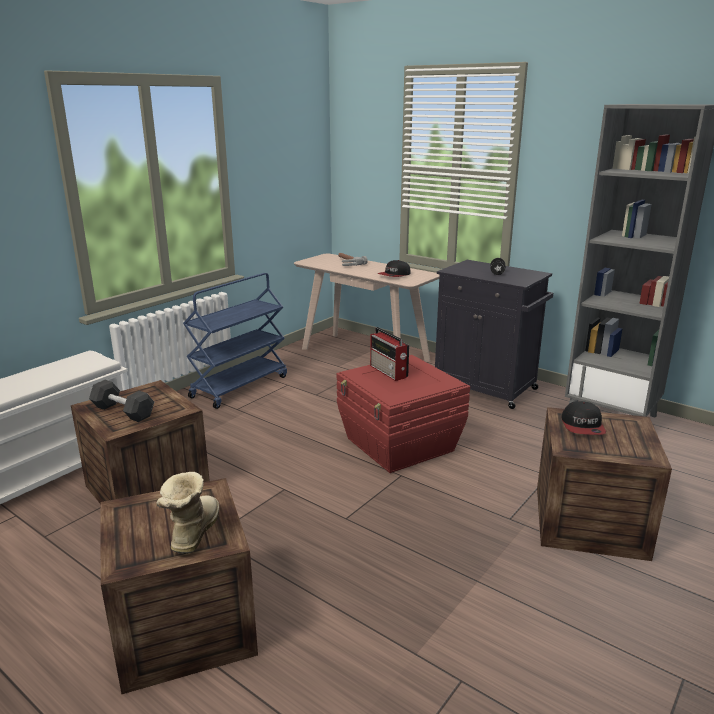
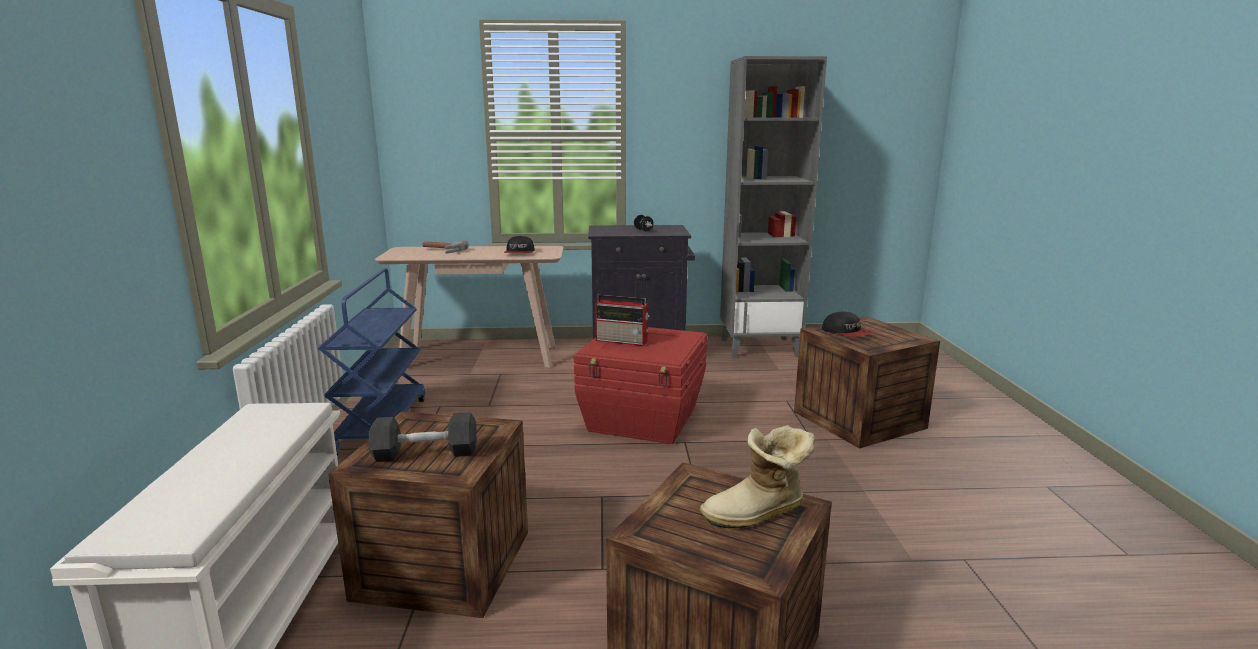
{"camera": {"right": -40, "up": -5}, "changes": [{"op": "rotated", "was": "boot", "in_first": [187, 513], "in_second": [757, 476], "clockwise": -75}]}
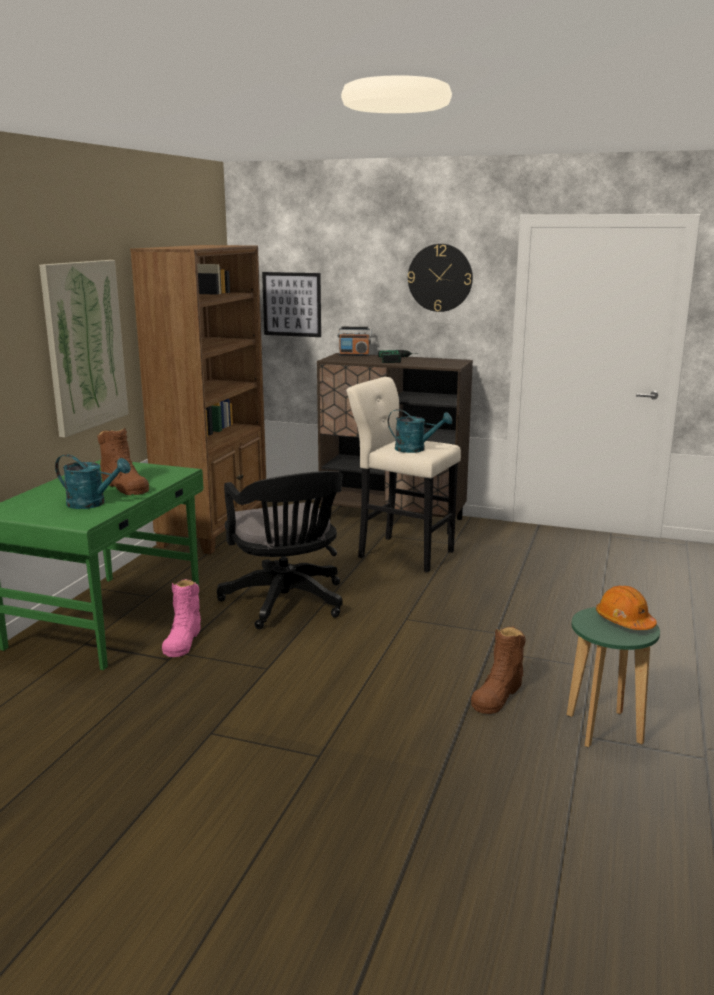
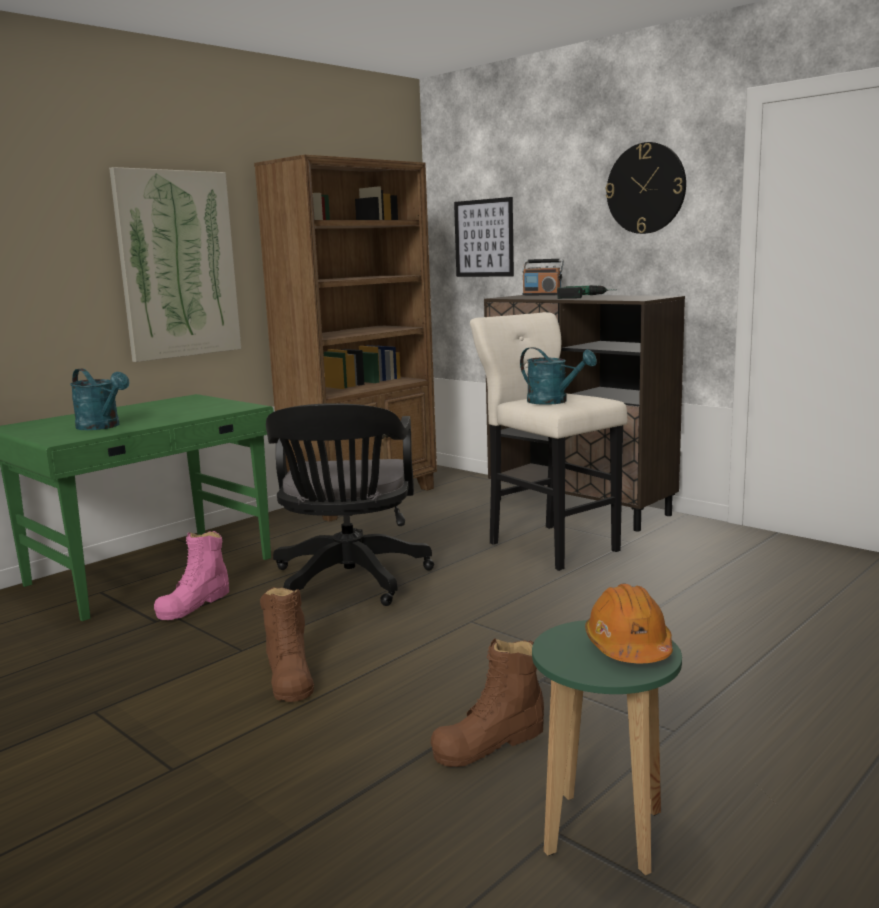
{"camera": {"right": 25, "up": -5}, "changes": [{"op": "shifted", "was": "brown boot", "in_first": [123, 461], "in_second": [287, 644]}]}
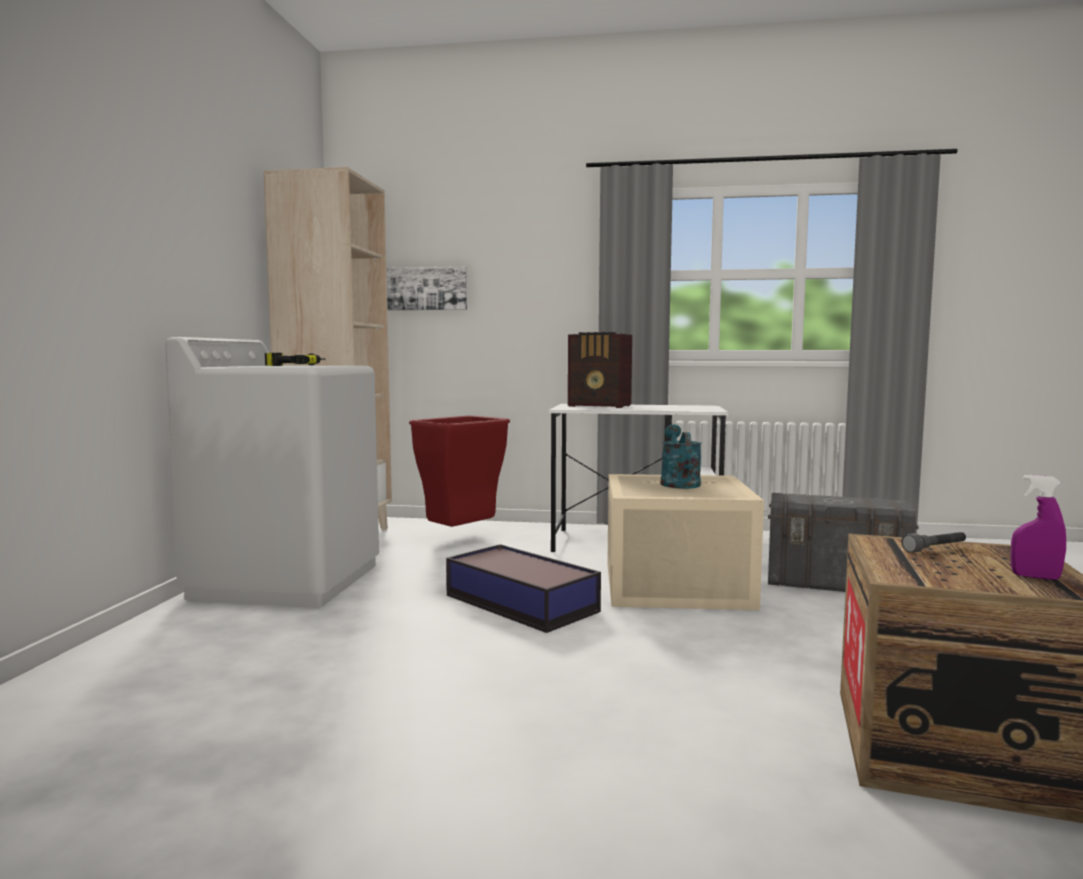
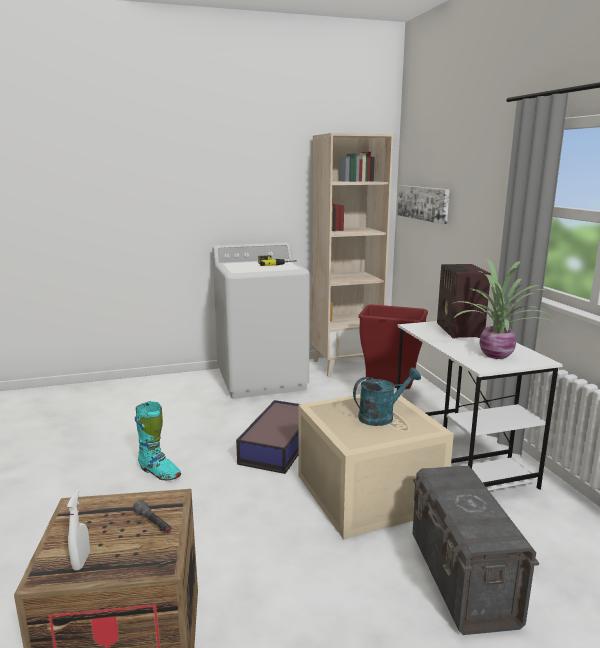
{"camera": {"right": 65, "up": 10}, "changes": [{"op": "repainted", "was": "purple spray bottle", "now": "white spray bottle", "in_first": [1038, 527], "in_second": [78, 530]}, {"op": "new", "now": "potted plant", "in_second": [506, 309]}, {"op": "new", "now": "turquoise boot", "in_second": [158, 440]}]}
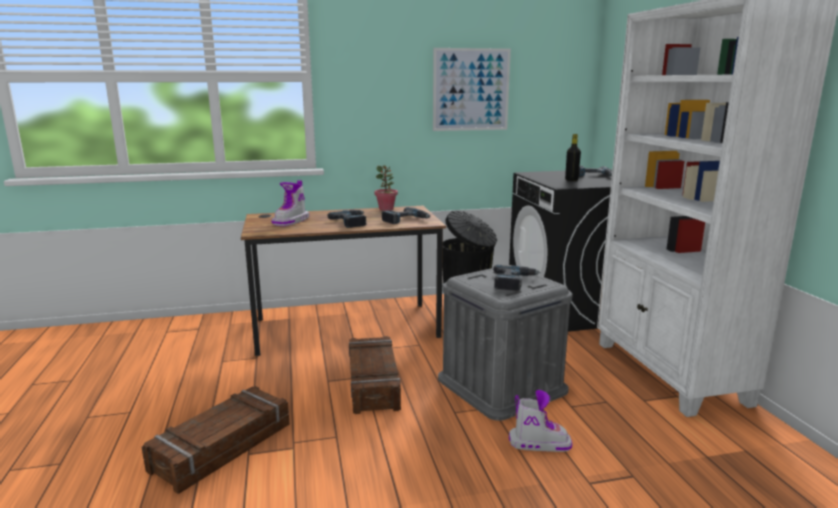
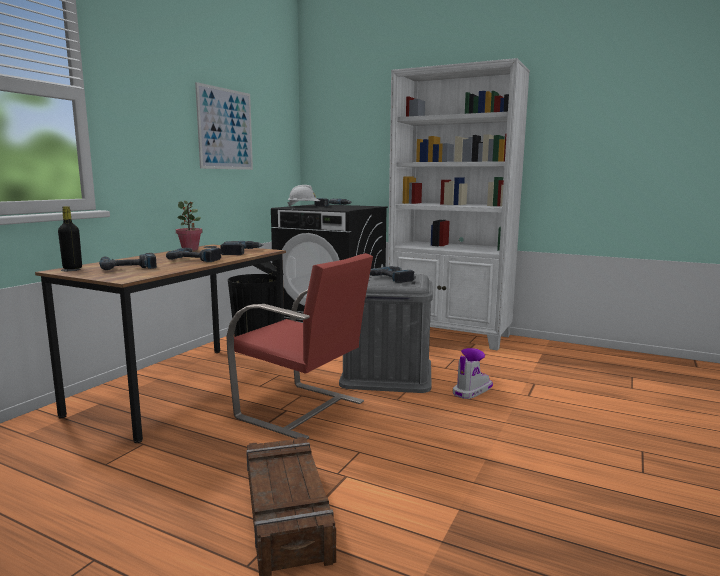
{"camera": {"right": -50, "up": -5}, "changes": [{"op": "shifted", "was": "black bottle", "in_first": [573, 157], "in_second": [70, 237]}, {"op": "swapped", "was": "boot", "now": "power drill", "in_first": [290, 203], "in_second": [128, 261]}, {"op": "swapped", "was": "crate", "now": "red chair", "in_first": [375, 375], "in_second": [299, 346]}, {"op": "new", "now": "white hard hat", "in_second": [303, 196]}]}
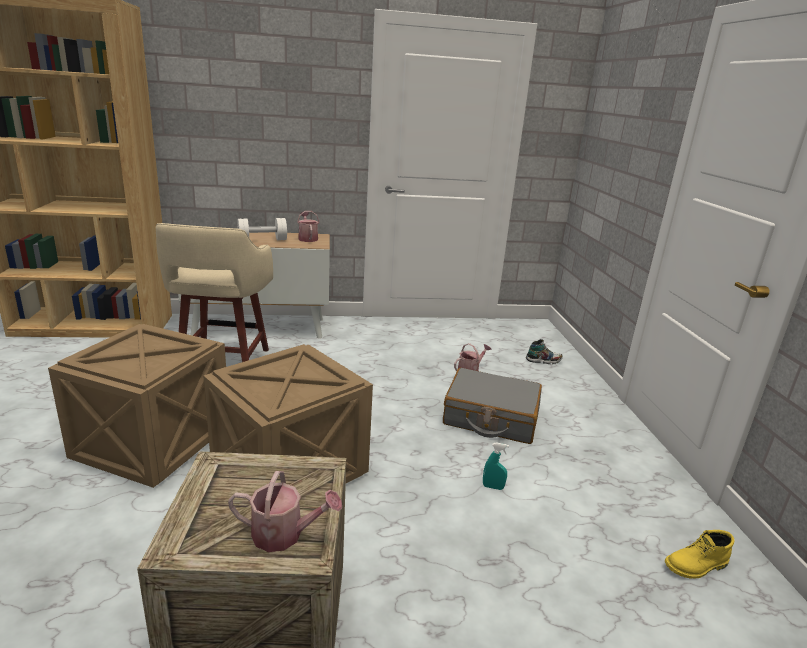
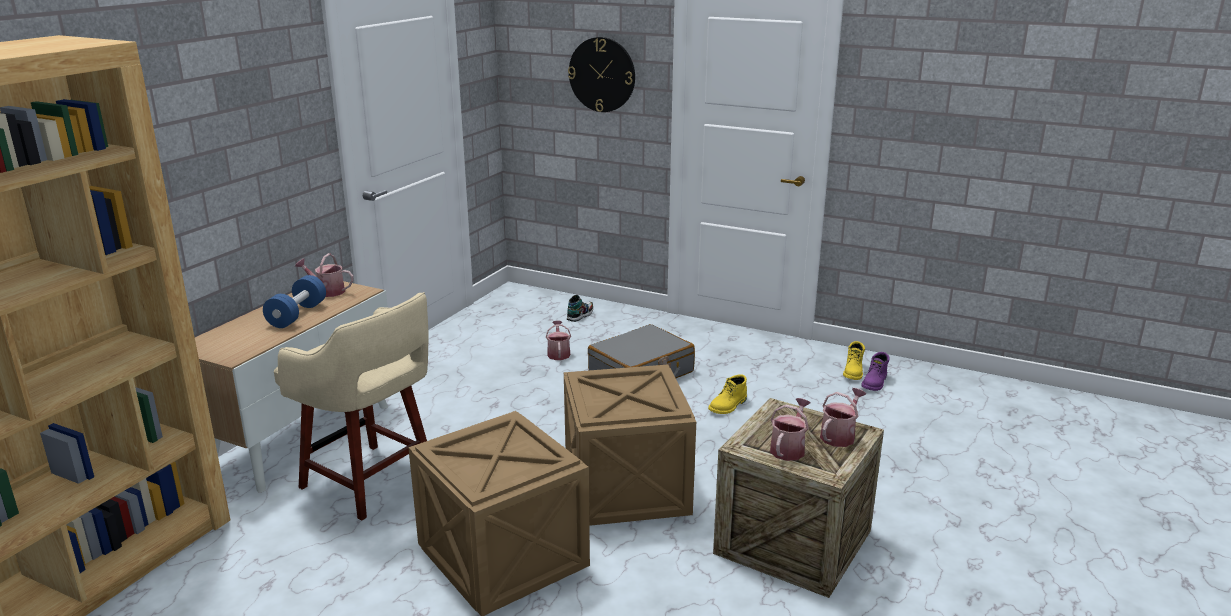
{"camera": {"right": -55, "up": 0}, "changes": [{"op": "repainted", "was": "white dumbbell", "now": "blue dumbbell", "in_first": [262, 229], "in_second": [294, 301]}, {"op": "swapped", "was": "turquoise spray bottle", "now": "yellow boot", "in_first": [496, 466], "in_second": [727, 394]}, {"op": "new", "now": "wall clock", "in_second": [601, 74]}, {"op": "new", "now": "purple boot", "in_second": [875, 371]}, {"op": "new", "now": "watering can", "in_second": [790, 429]}]}
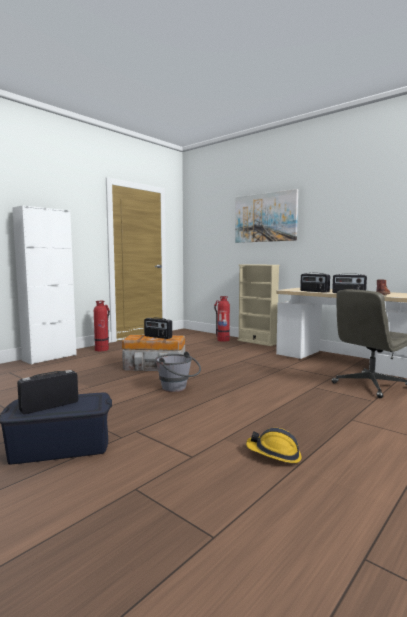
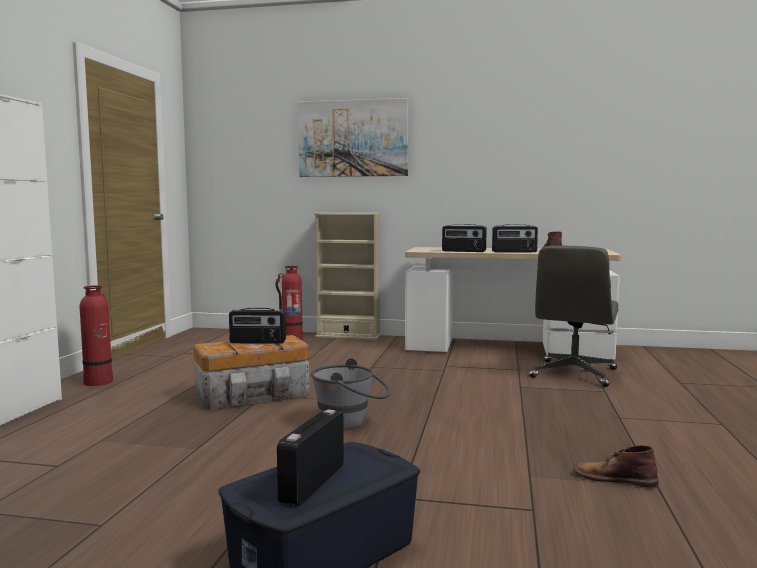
{"camera": {"right": -30, "up": 0}, "changes": [{"op": "swapped", "was": "hard hat", "now": "brown boot", "in_first": [273, 445], "in_second": [616, 466]}]}
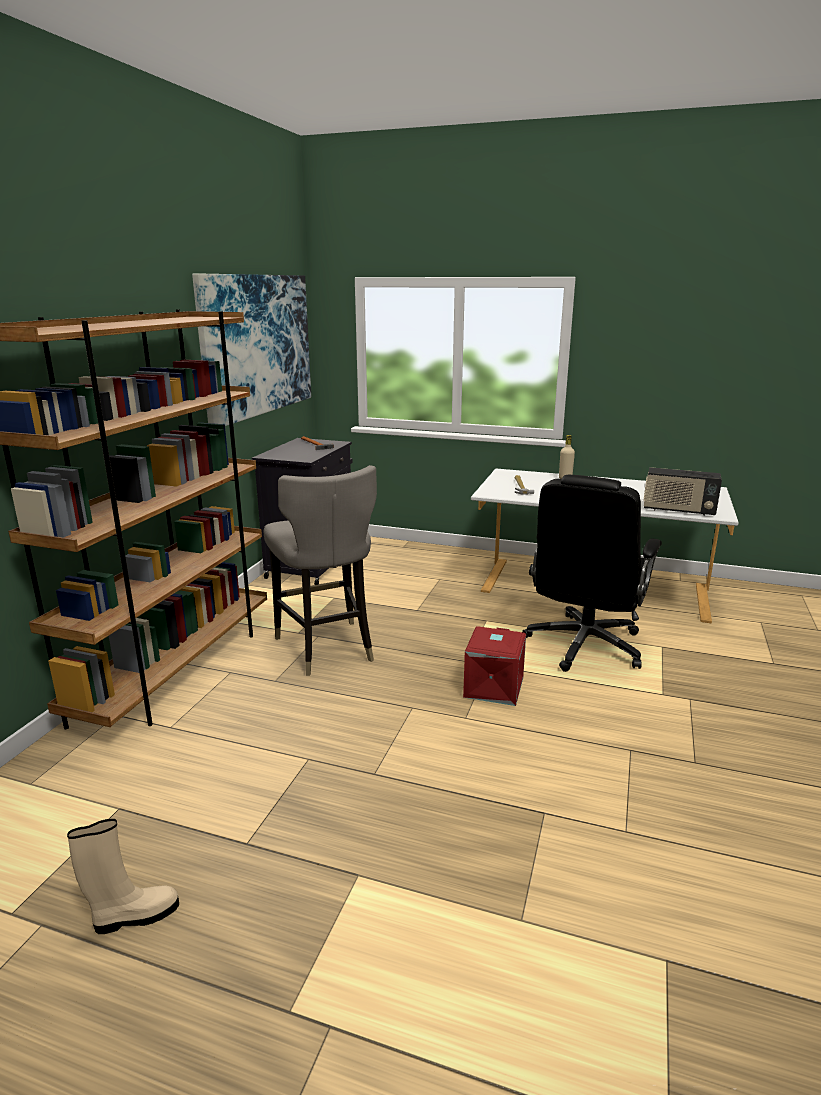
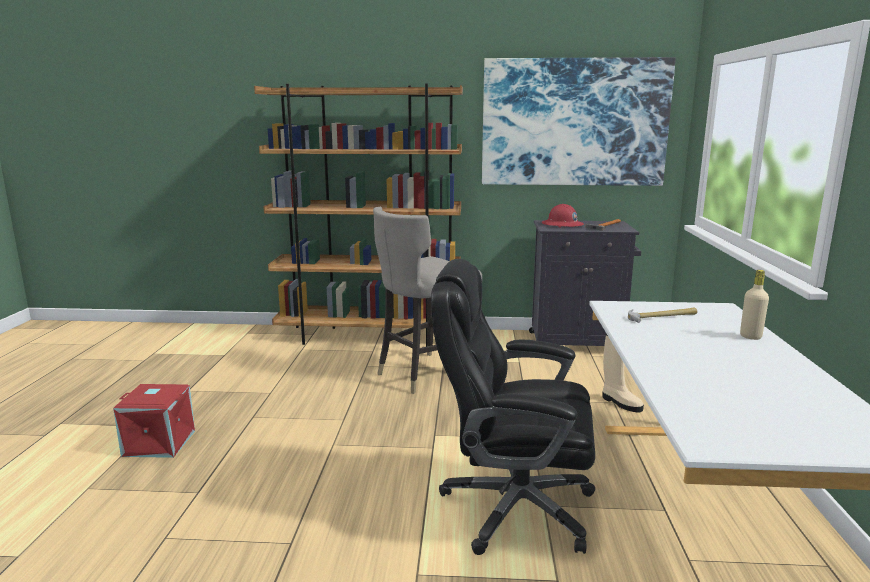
{"camera": {"right": 75, "up": -5}, "changes": [{"op": "gone", "was": "radio", "in_first": [682, 491]}, {"op": "shifted", "was": "red storage box", "in_first": [494, 666], "in_second": [154, 421]}, {"op": "shifted", "was": "beige boot", "in_first": [123, 876], "in_second": [623, 373]}, {"op": "new", "now": "red hard hat", "in_second": [562, 216]}]}
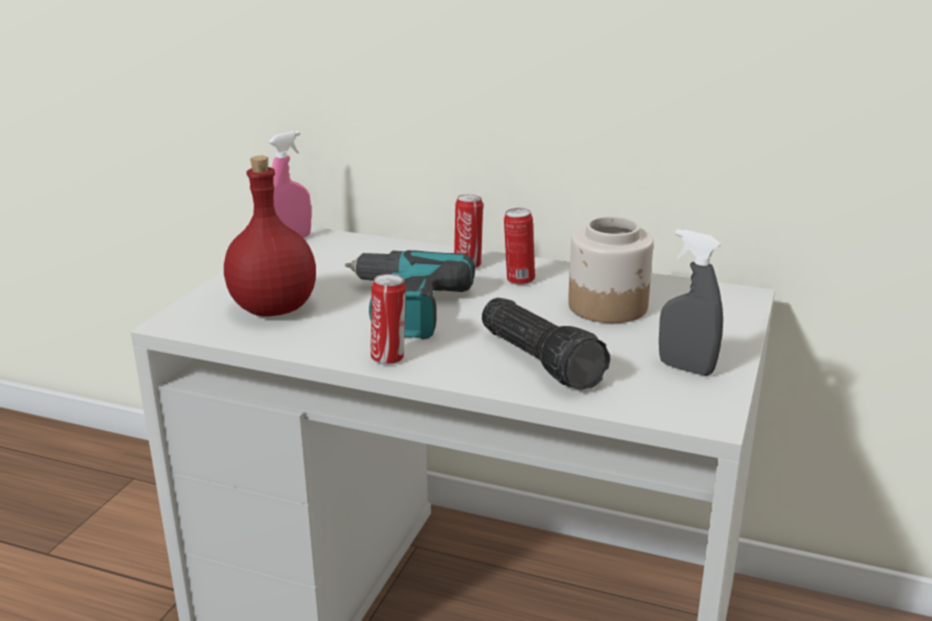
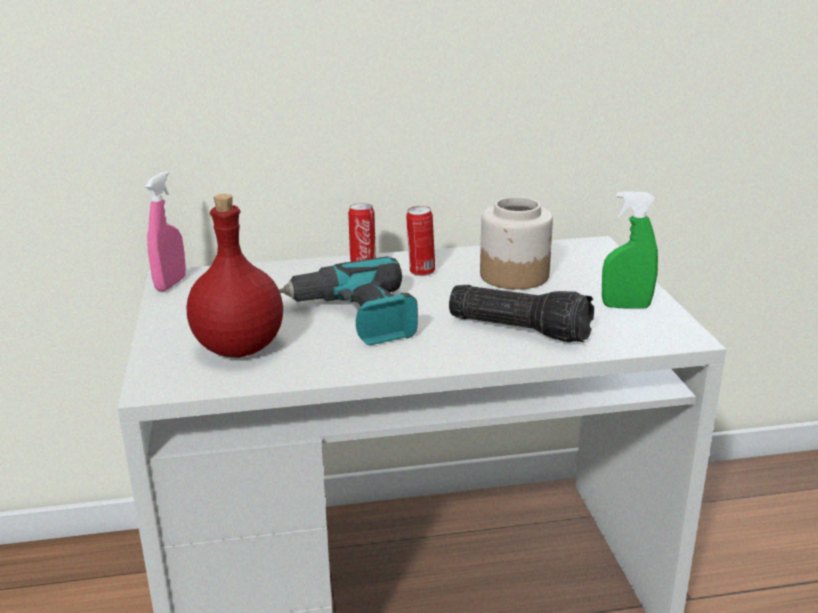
{"camera": {"right": -30, "up": 0}, "changes": [{"op": "repainted", "was": "grey spray bottle", "now": "green spray bottle", "in_first": [691, 302], "in_second": [630, 250]}, {"op": "gone", "was": "can", "in_first": [388, 319]}]}
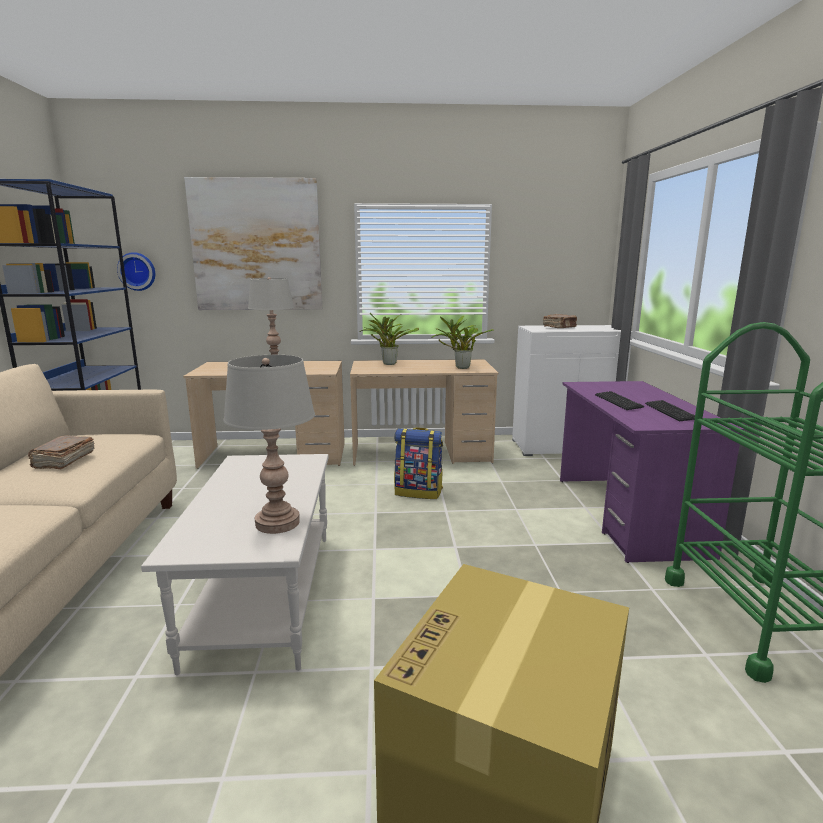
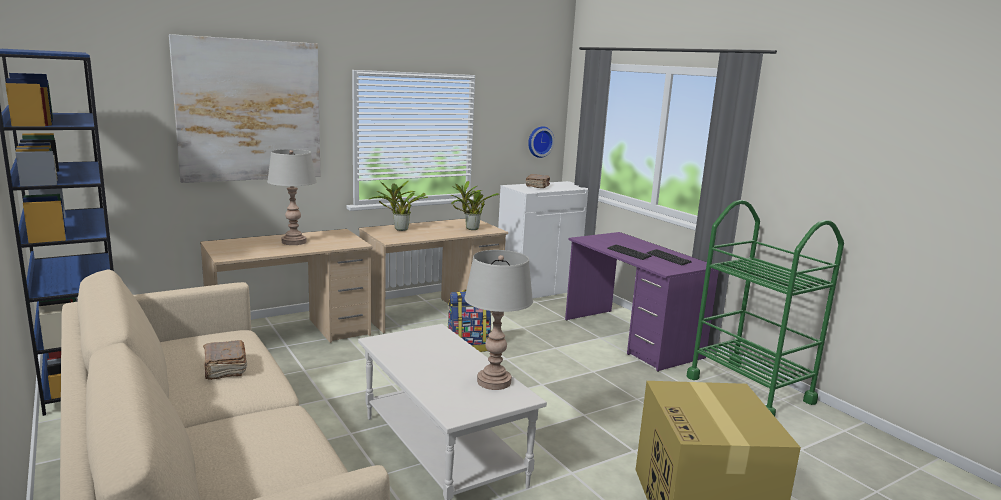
{"camera": {"right": -30, "up": 0}, "changes": [{"op": "shifted", "was": "wall clock", "in_first": [136, 271], "in_second": [541, 142]}]}
